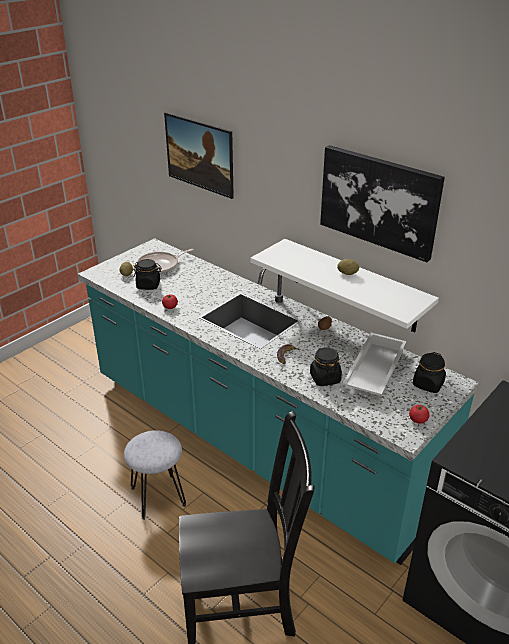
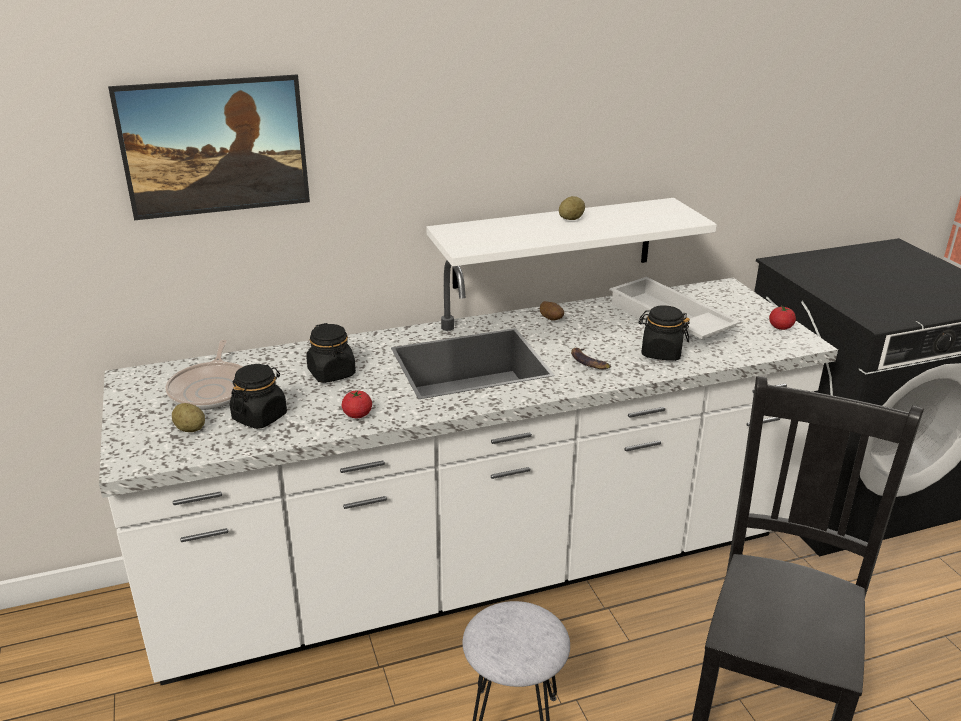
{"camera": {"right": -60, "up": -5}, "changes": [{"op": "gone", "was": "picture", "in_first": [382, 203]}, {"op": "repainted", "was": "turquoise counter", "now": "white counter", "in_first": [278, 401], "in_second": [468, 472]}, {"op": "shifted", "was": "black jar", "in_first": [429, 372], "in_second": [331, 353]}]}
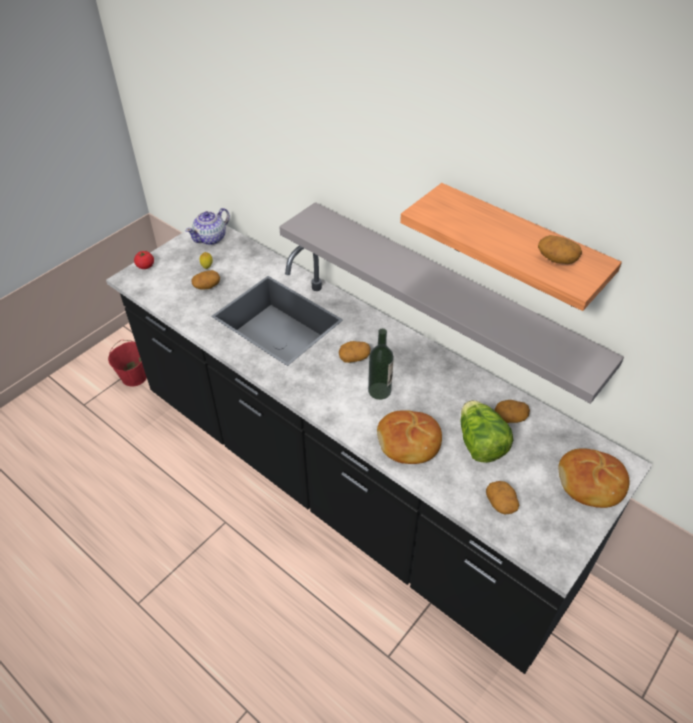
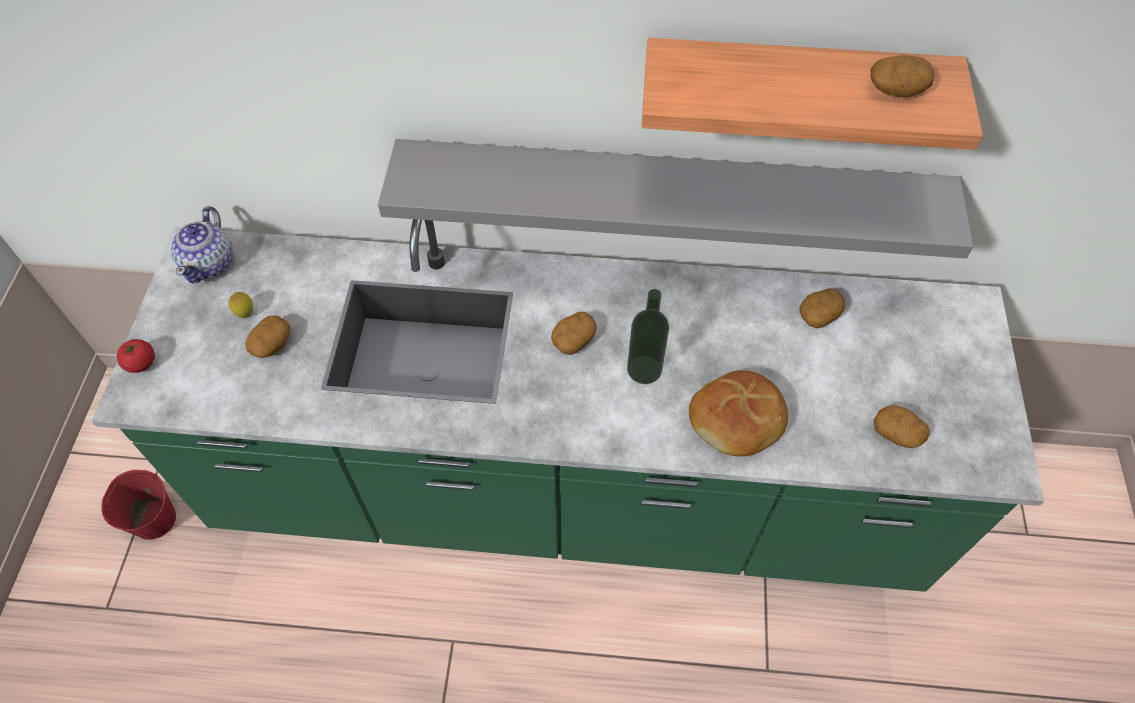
{"camera": {"right": -35, "up": 10}, "changes": [{"op": "repainted", "was": "black counter", "now": "green counter", "in_first": [379, 449], "in_second": [568, 405]}, {"op": "gone", "was": "lettuce", "in_first": [487, 431]}, {"op": "gone", "was": "bread", "in_first": [594, 478]}]}
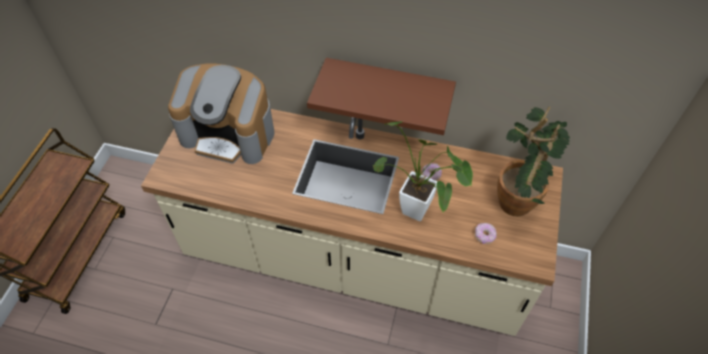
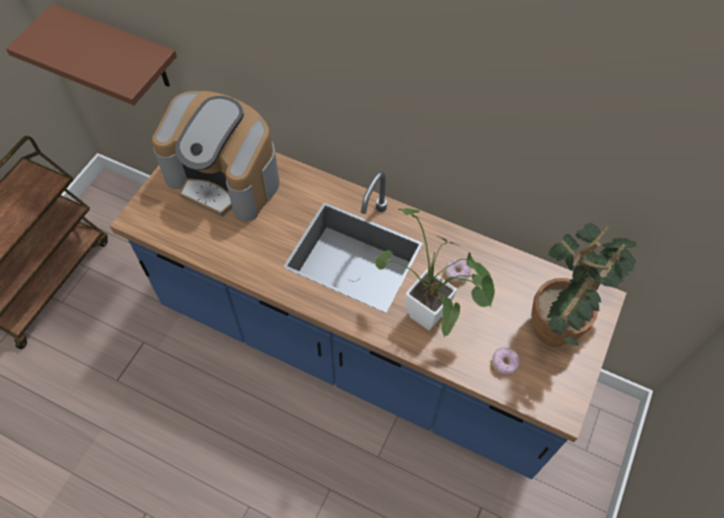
{"camera": {"right": 10, "up": 5}, "changes": [{"op": "shifted", "was": "brown shelf", "in_first": [381, 96], "in_second": [91, 54]}, {"op": "repainted", "was": "beige counter", "now": "blue counter", "in_first": [352, 222], "in_second": [368, 315]}]}
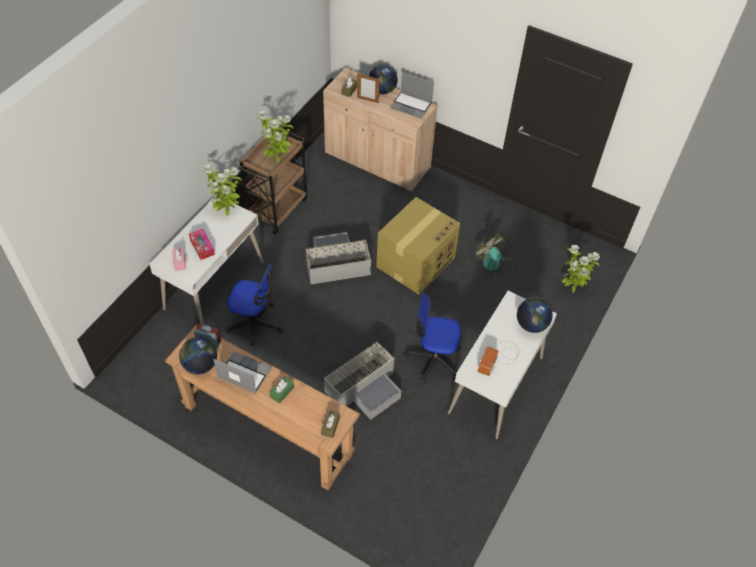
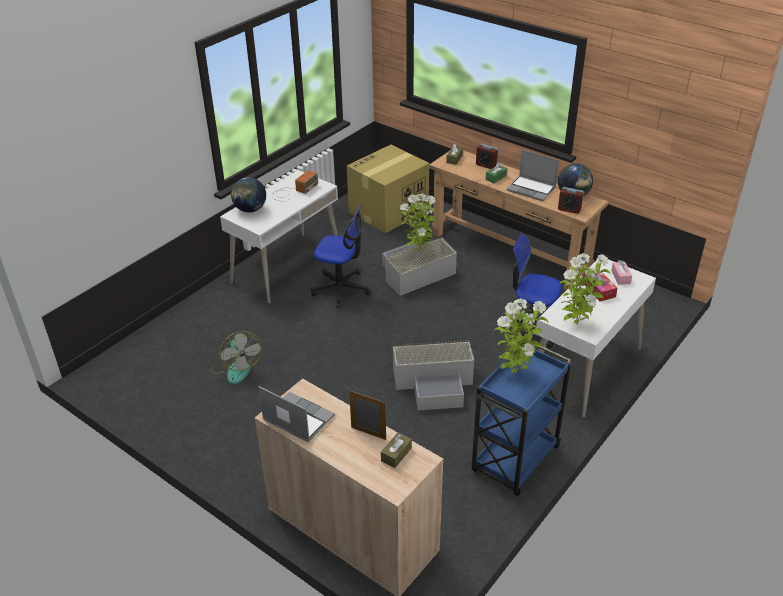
{"camera": {"right": -170, "up": -15}, "changes": [{"op": "gone", "was": "globe", "in_first": [383, 79]}, {"op": "repainted", "was": "brown cart", "now": "blue cart", "in_first": [272, 182], "in_second": [521, 419]}, {"op": "shifted", "was": "cardboard box", "in_first": [418, 246], "in_second": [388, 189]}, {"op": "shifted", "was": "potted plant", "in_first": [581, 269], "in_second": [417, 223]}, {"op": "new", "now": "alarm clock", "in_second": [487, 156]}]}
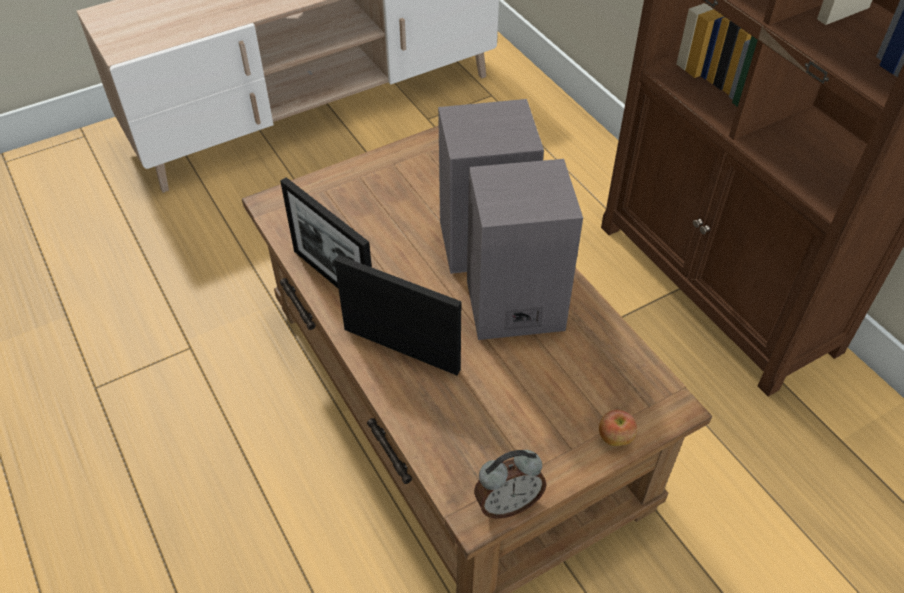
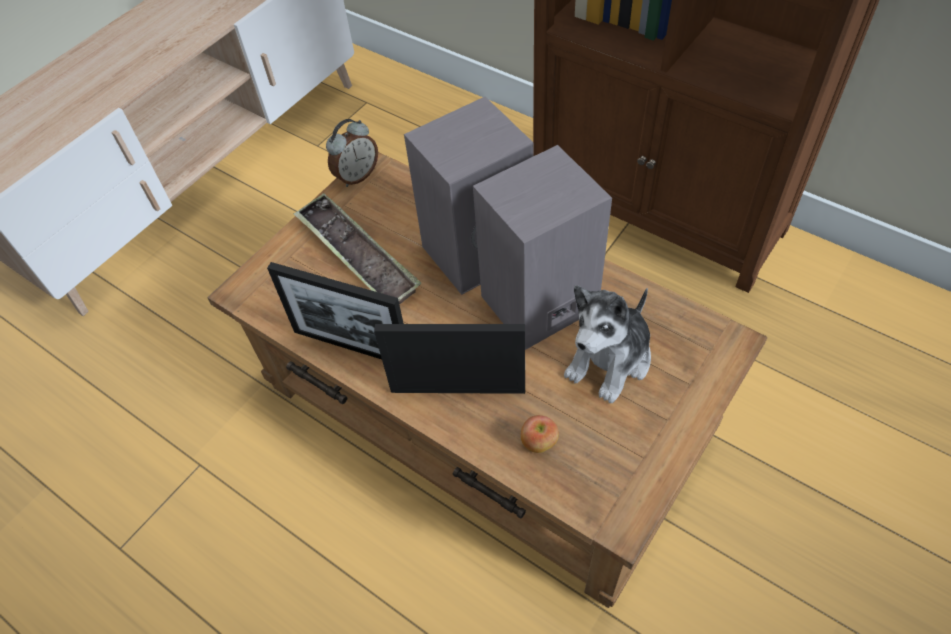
{"camera": {"right": -20, "up": 5}, "changes": [{"op": "shifted", "was": "apple", "in_first": [618, 428], "in_second": [540, 434]}, {"op": "shifted", "was": "alarm clock", "in_first": [510, 484], "in_second": [352, 153]}, {"op": "new", "now": "tray", "in_second": [357, 249]}, {"op": "new", "now": "plush toy", "in_second": [607, 344]}]}
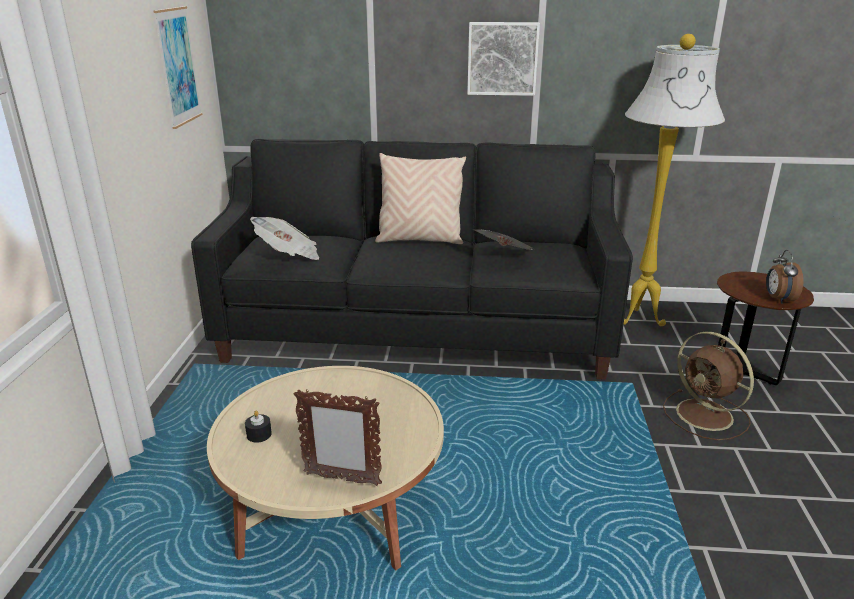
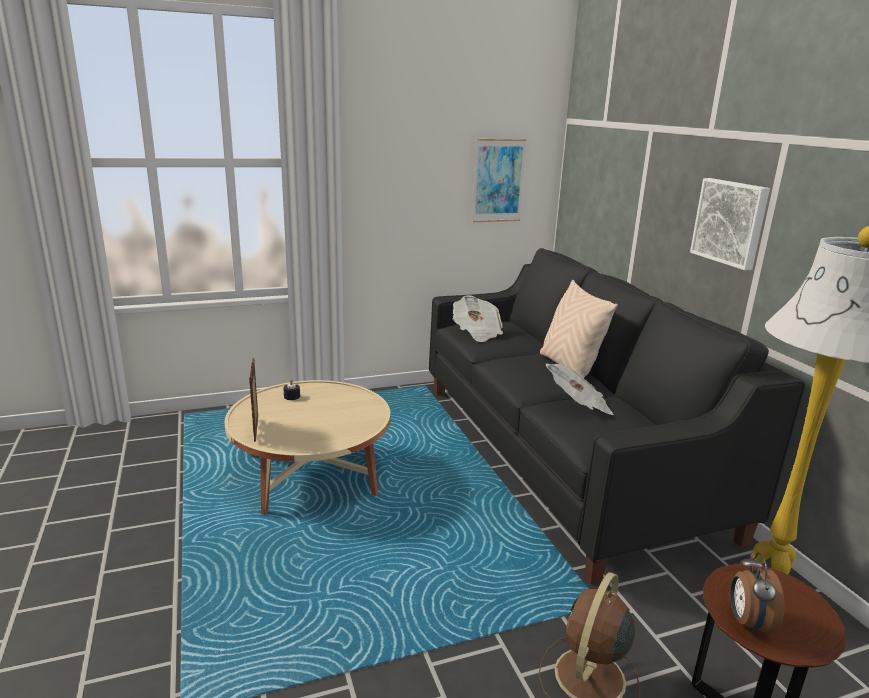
{"camera": {"right": 65, "up": -5}, "changes": [{"op": "rotated", "was": "alarm clock", "in_first": [785, 277], "in_second": [757, 593], "clockwise": -60}]}
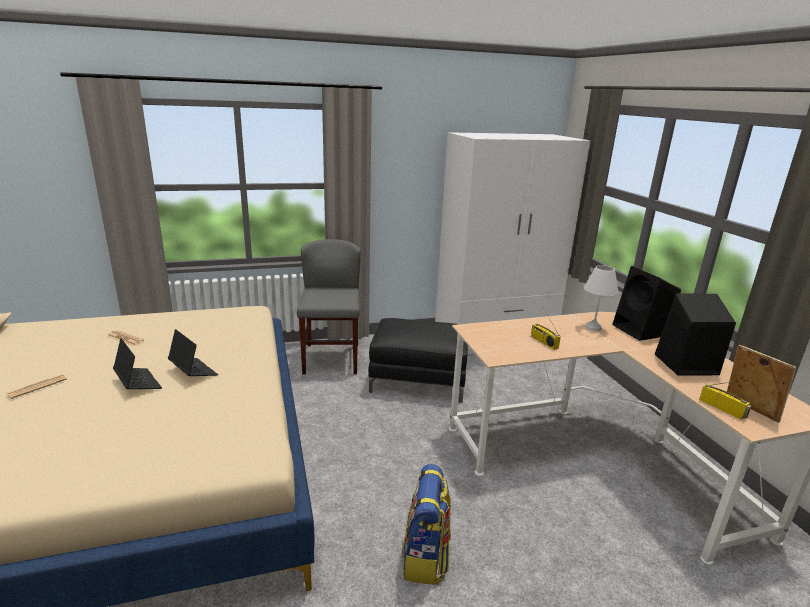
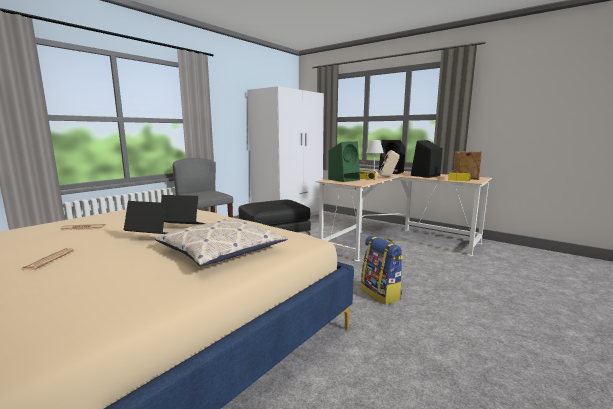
{"camera": {"right": -35, "up": -10}, "changes": [{"op": "new", "now": "green speaker", "in_second": [344, 161]}, {"op": "new", "now": "beige speaker", "in_second": [389, 163]}, {"op": "new", "now": "pillow", "in_second": [221, 242]}]}
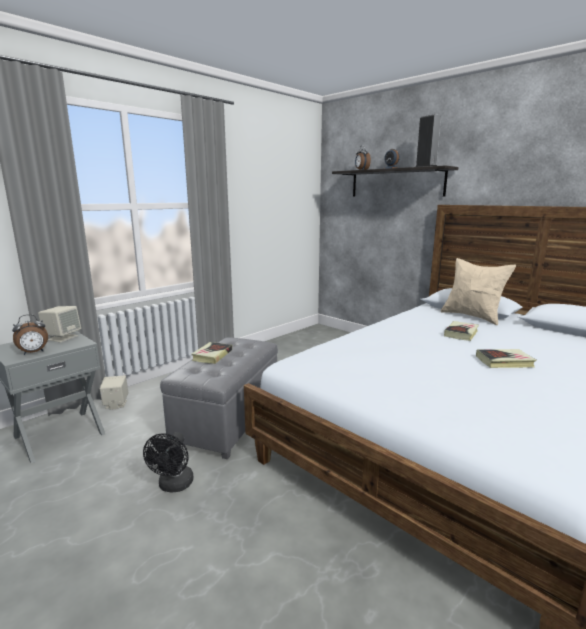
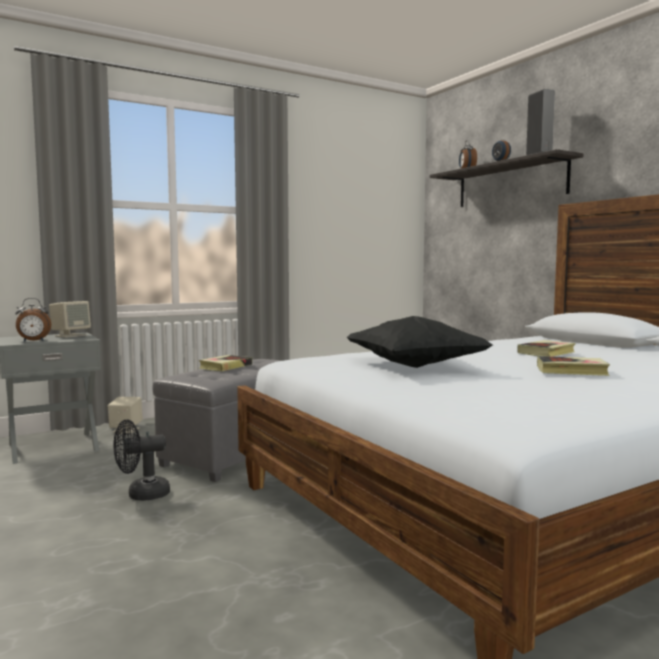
{"camera": {"right": 15, "up": -10}, "changes": [{"op": "gone", "was": "beige pillow", "in_first": [478, 291]}, {"op": "rotated", "was": "black fan", "in_first": [168, 462], "in_second": [141, 460], "clockwise": 45}, {"op": "new", "now": "black pillow", "in_second": [419, 342]}]}
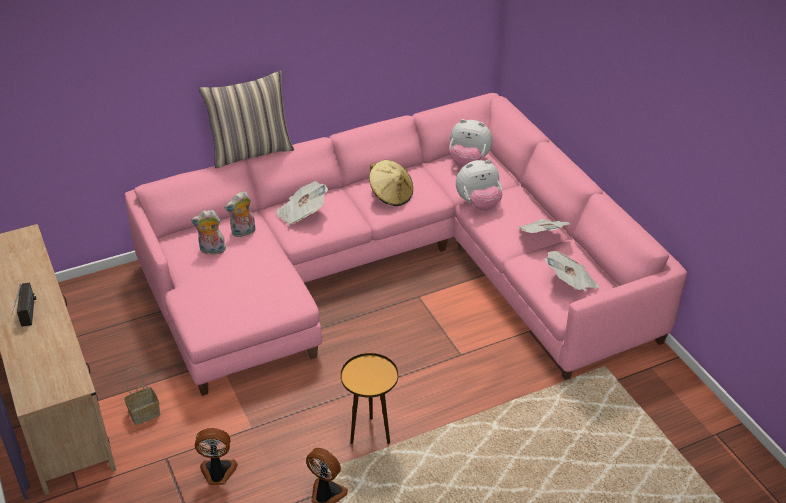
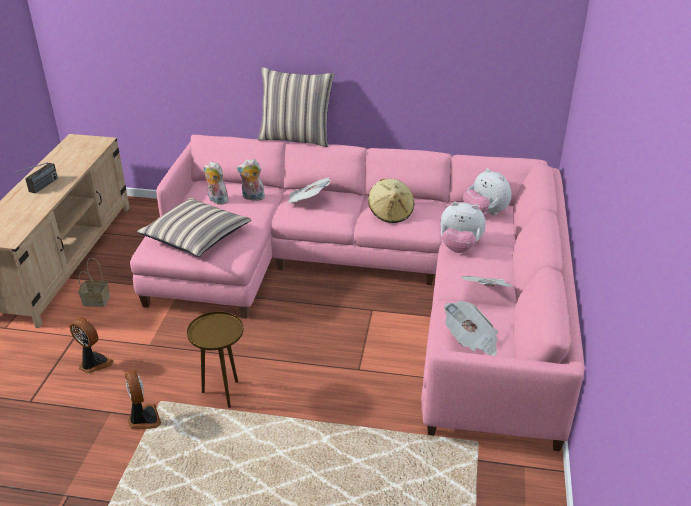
{"camera": {"right": 35, "up": -5}, "changes": [{"op": "new", "now": "pillow", "in_second": [194, 227]}]}
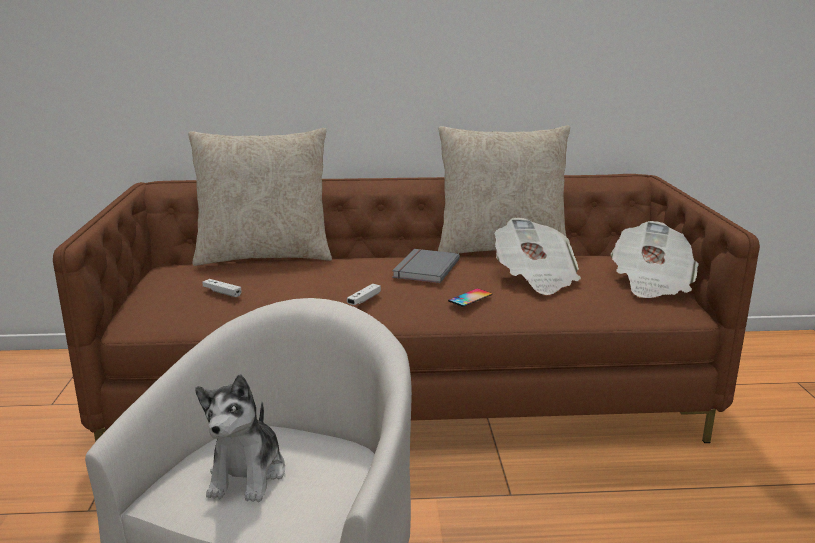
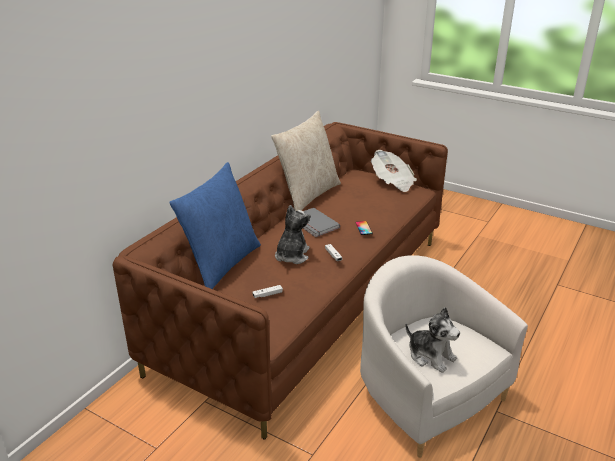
{"camera": {"right": -55, "up": 10}, "changes": [{"op": "repainted", "was": "beige pillow", "now": "blue pillow", "in_first": [260, 197], "in_second": [215, 225]}, {"op": "gone", "was": "newspaper", "in_first": [538, 256]}, {"op": "new", "now": "plush toy", "in_second": [293, 234]}]}
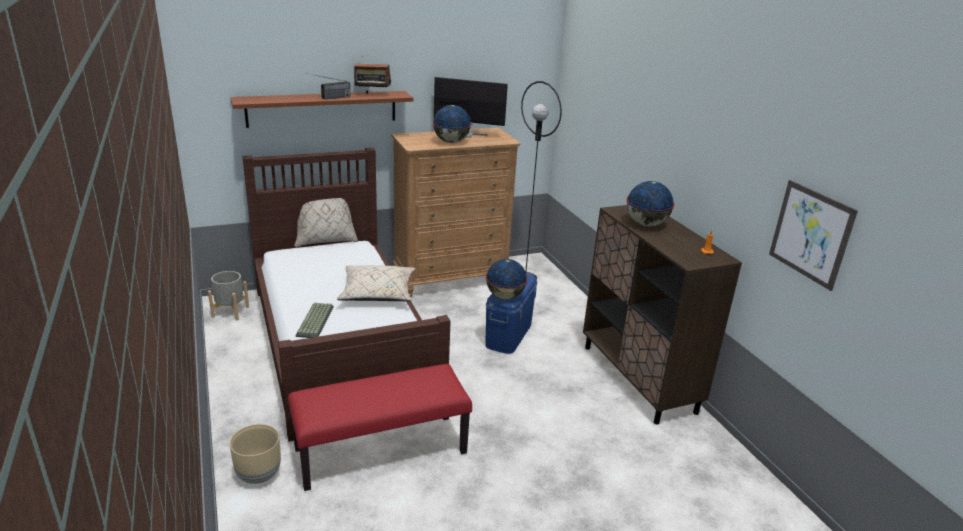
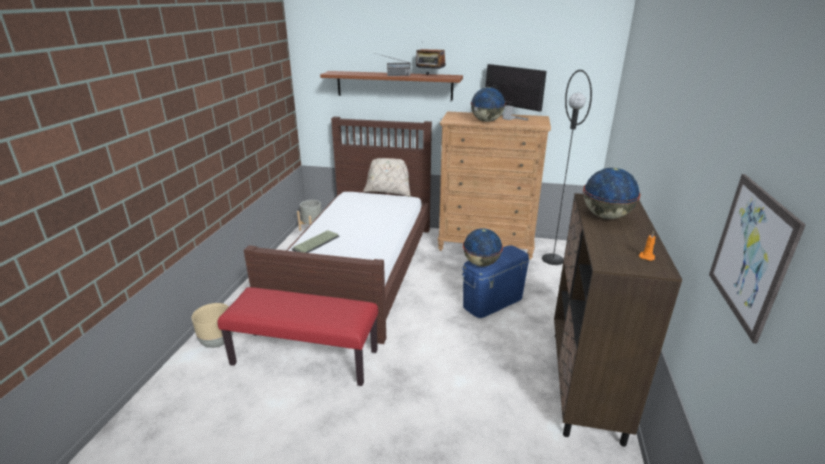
{"camera": {"right": 35, "up": 0}, "changes": [{"op": "gone", "was": "beige pillow", "in_first": [376, 283]}]}
